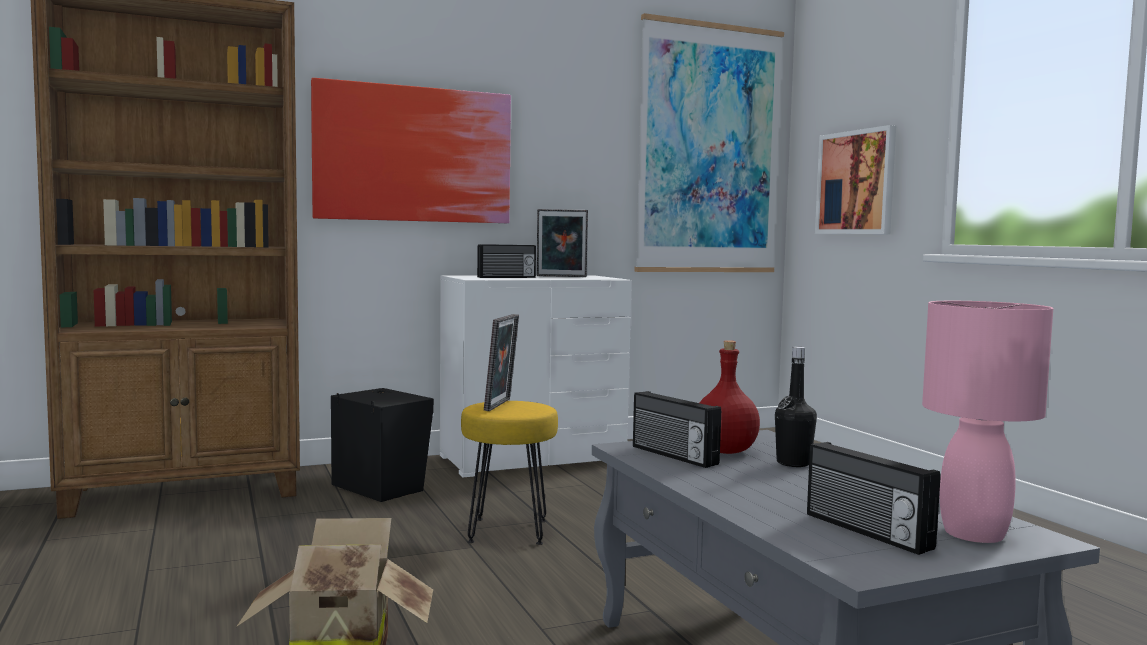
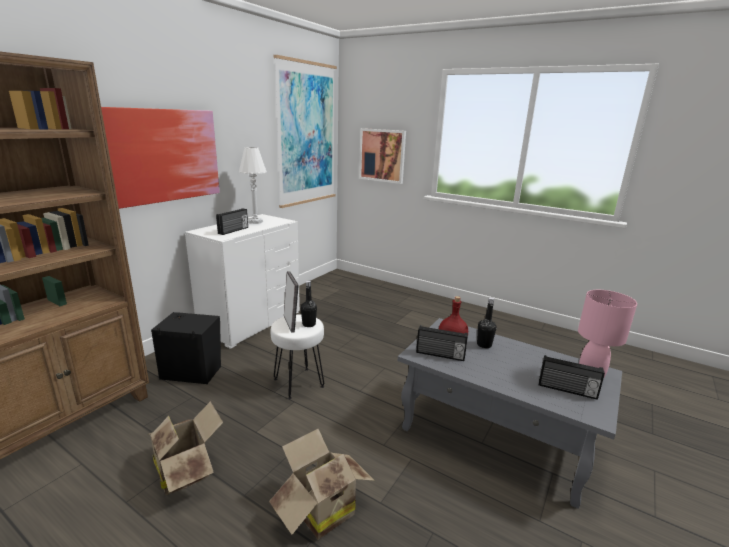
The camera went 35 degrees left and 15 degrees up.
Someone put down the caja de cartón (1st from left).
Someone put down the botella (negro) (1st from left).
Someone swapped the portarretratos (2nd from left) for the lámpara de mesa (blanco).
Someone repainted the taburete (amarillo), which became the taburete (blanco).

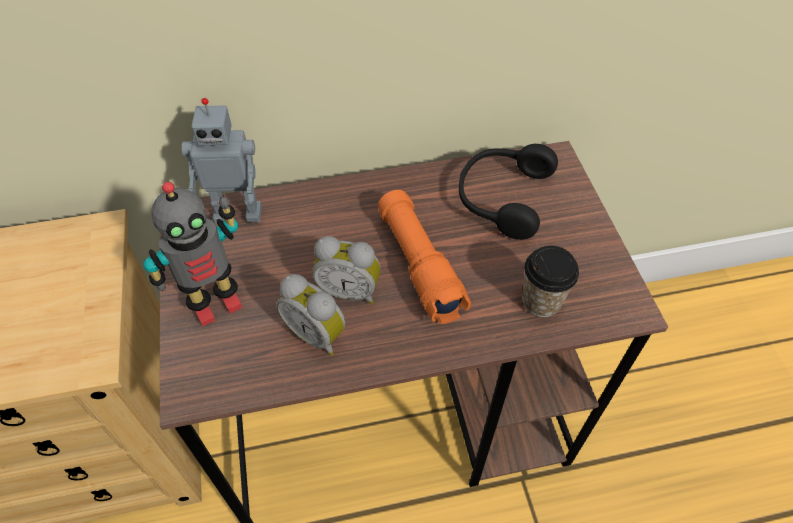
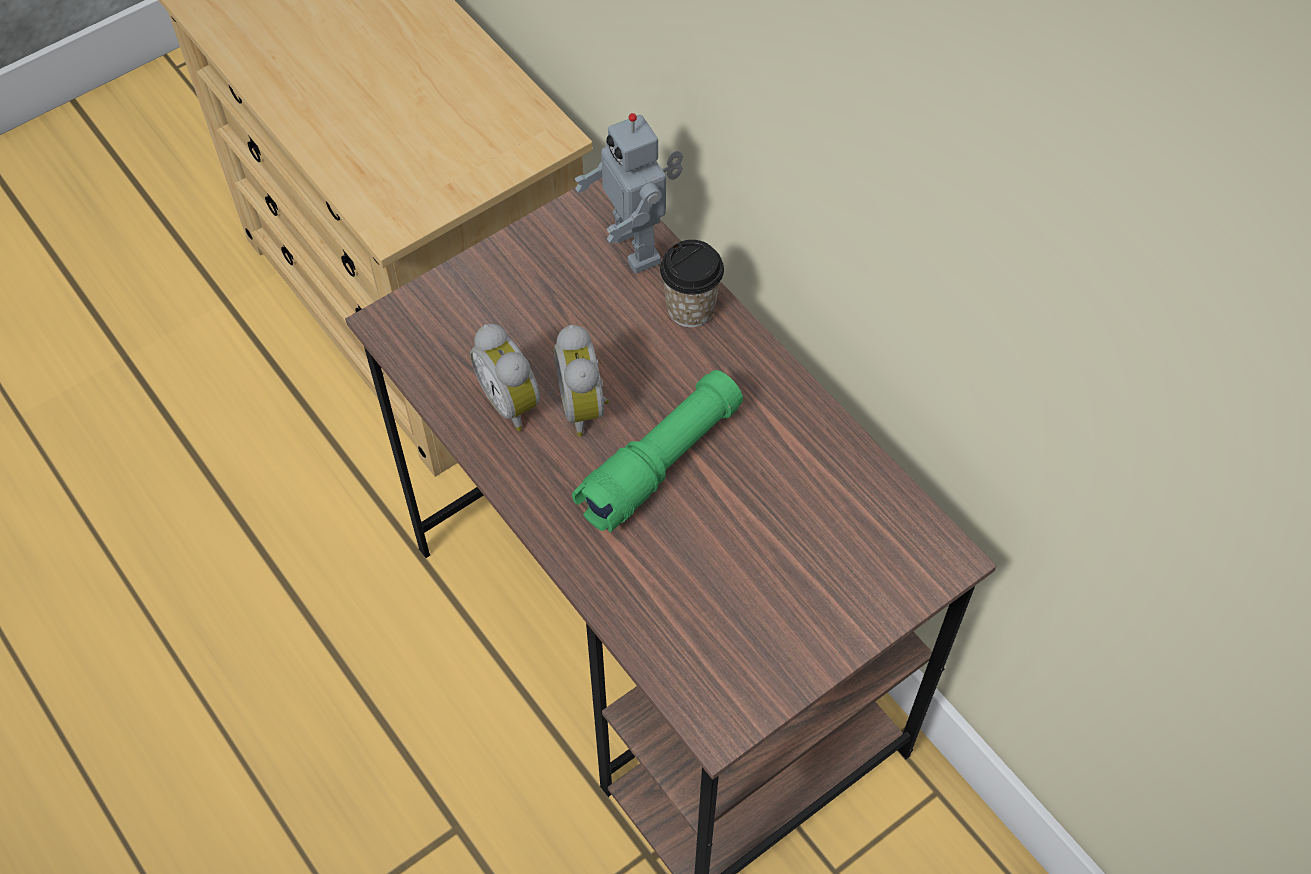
The camera went 65 degrees right and 5 degrees up.
Someone took away the robot de juguete (1st from left).
Someone took away the auriculares (negro).
Someone carried the taza.
Someone repainted the linterna (naranja), which became the linterna (verde).
Someone rotated the despertador (1st from left) by 45 degrees counterclockwise.

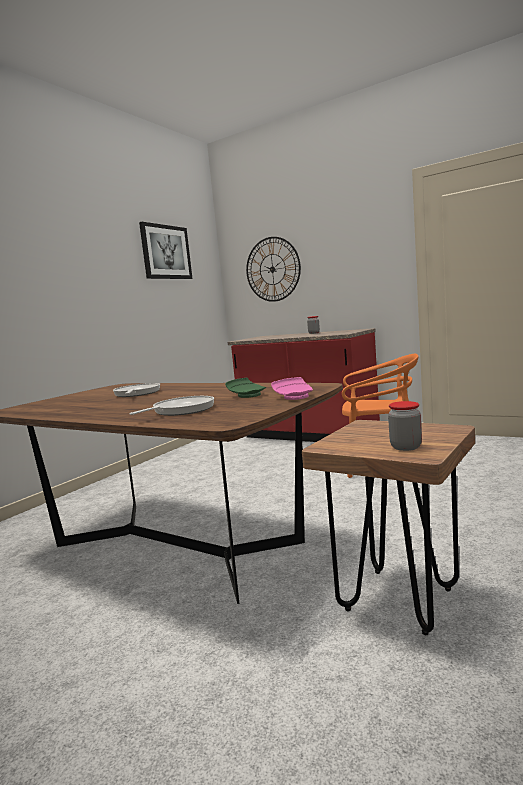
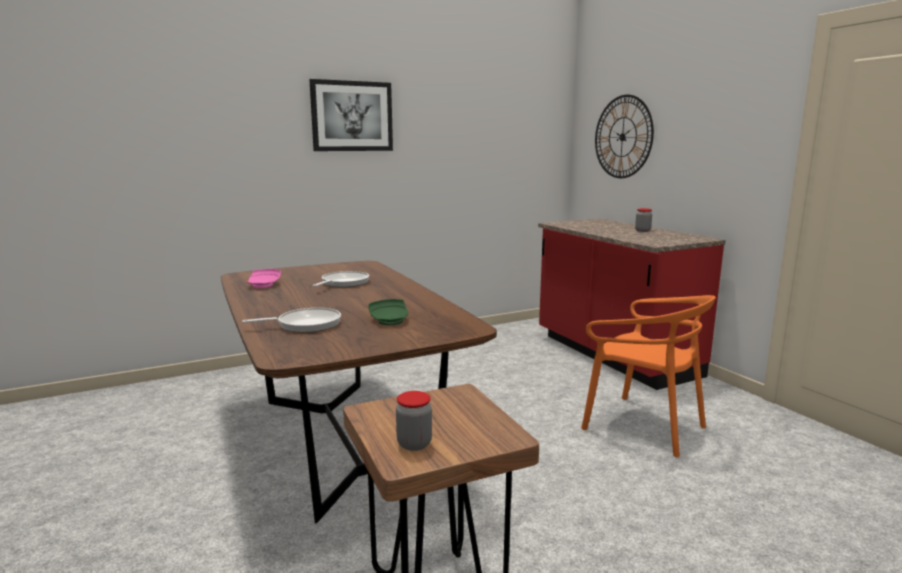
The camera went 30 degrees right and 5 degrees up.
Someone carried the cuadro.
Someone carried the plato (rosa).

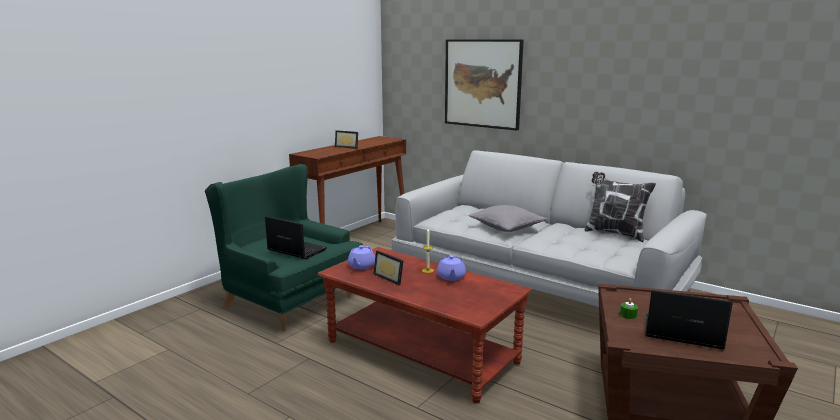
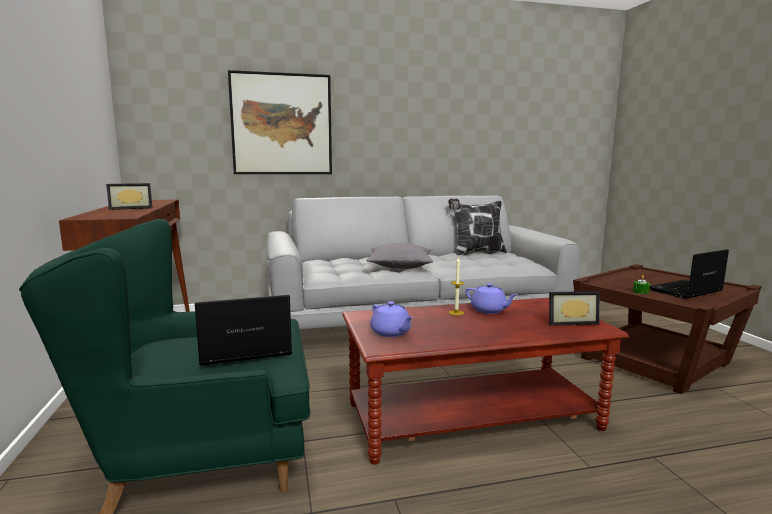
The camera went 50 degrees left and 5 degrees down.
Someone carried the portarretratos (2nd from left).

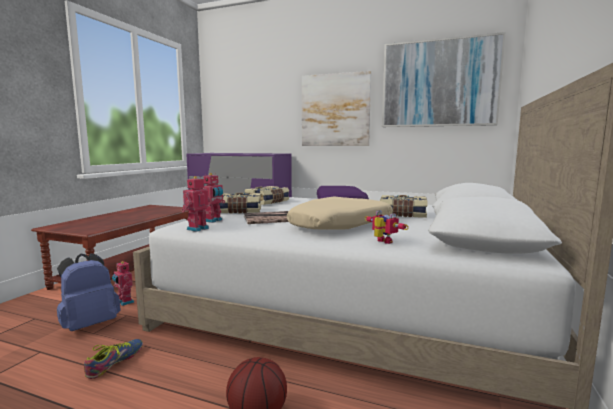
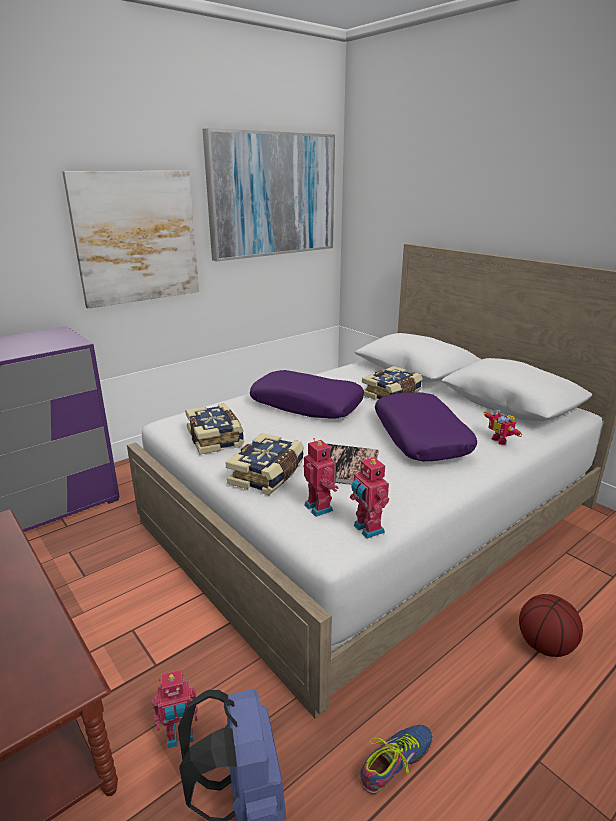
The camera went 60 degrees left and 15 degrees up.
Someone repainted the cojín (beis), which became the cojín (morado) (2nd from left).
Someone rotated the zapato by 90 degrees clockwise.
Someone rotated the robot de juguete (4th from left) by 105 degrees counterclockwise.

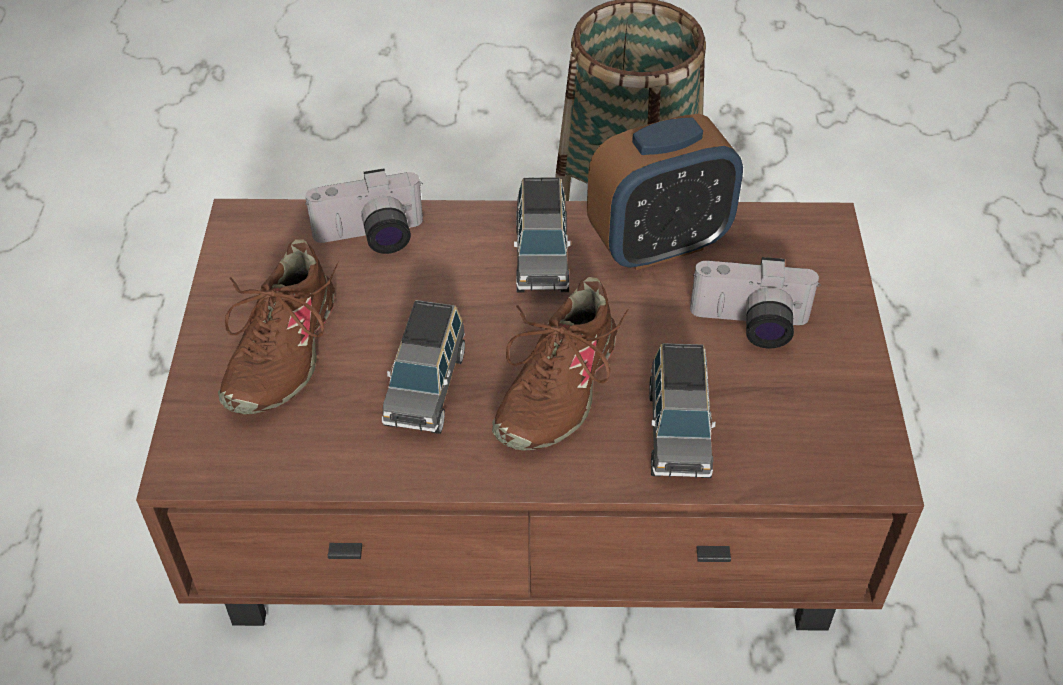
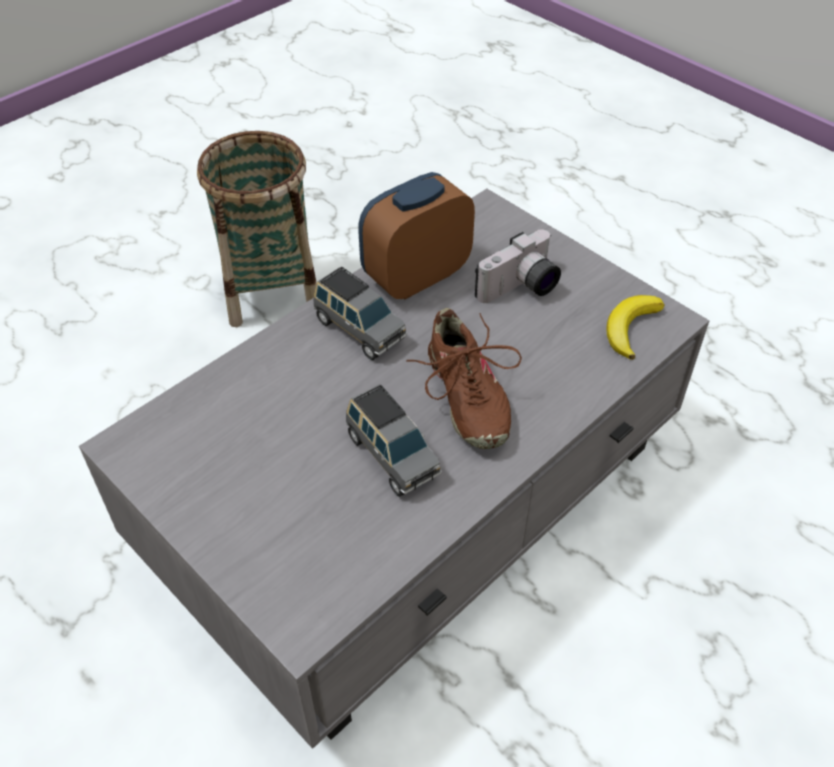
The camera went 45 degrees left and 0 degrees up.
Someone took away the zapato (marrón) (1st from left).
Someone took away the cámara (1st from left).
Someone took away the coche de juguete (gris) (3rd from left).
Someone put down the plátano.
Someone repainted the mesa de centro (marrón), which became the mesa de centro (gris).
Someone rotated the despertador by 150 degrees counterclockwise.

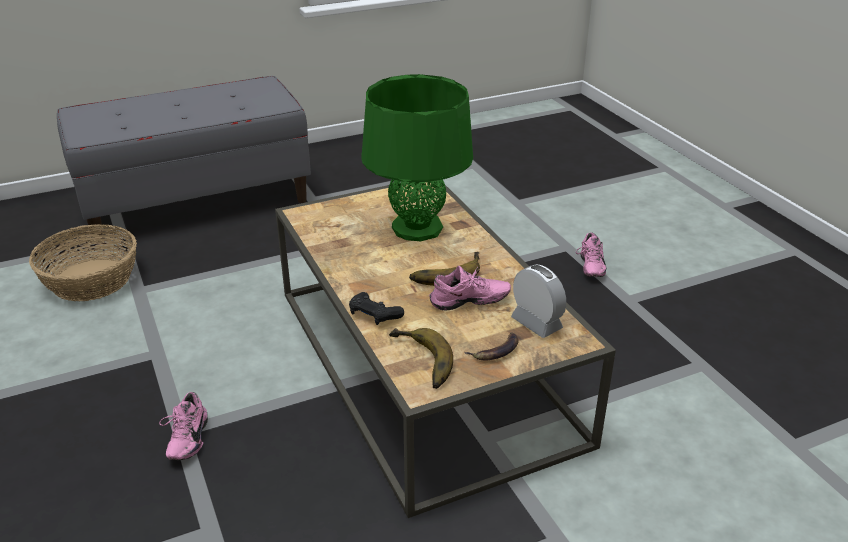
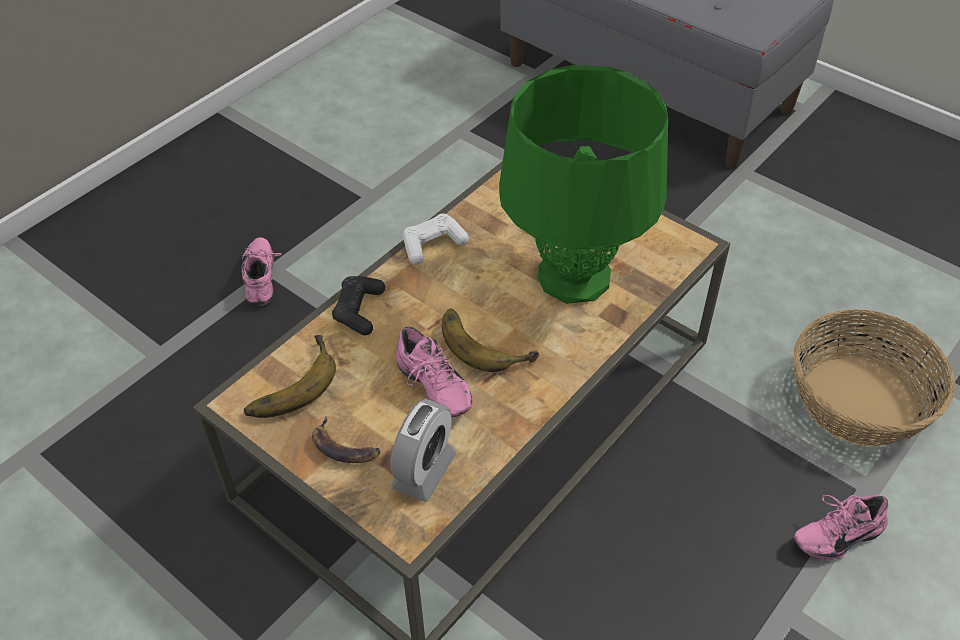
The camera went 65 degrees right and 15 degrees up.
Someone put down the mando de consola (blanco).
Someone carried the cesta.
Someone rotated the zapato (rosa) (1st from left) by 105 degrees clockwise.

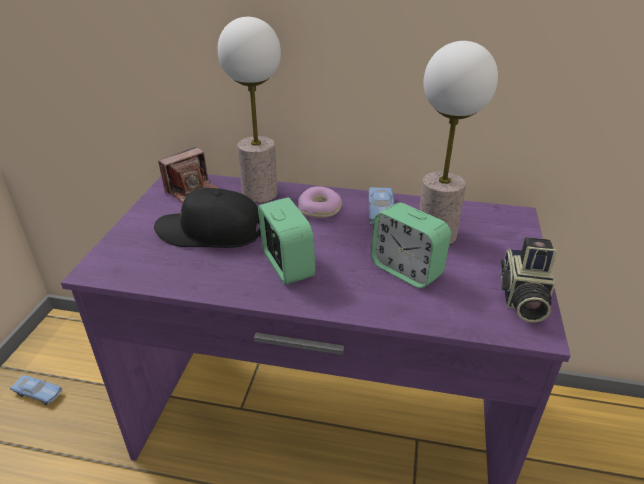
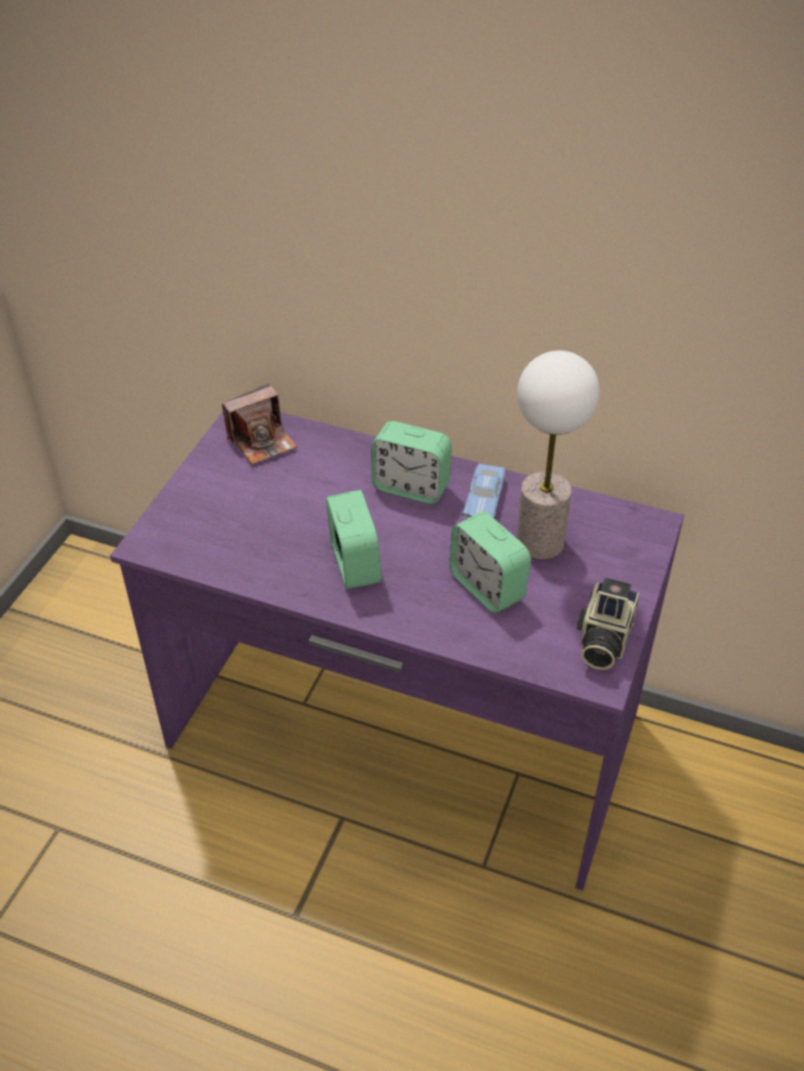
The camera went 10 degrees right and 10 degrees up.
Someone took away the coche de juguete (azul) (1st from left).
Someone took away the gorra (negro).
Someone took away the lámpara de mesa (1st from left).
Someone swapped the rosquilla for the despertador (2nd from left).

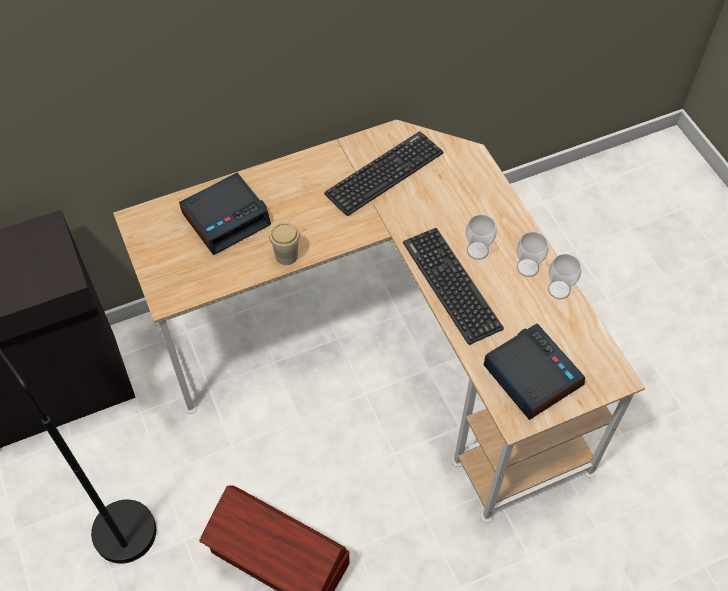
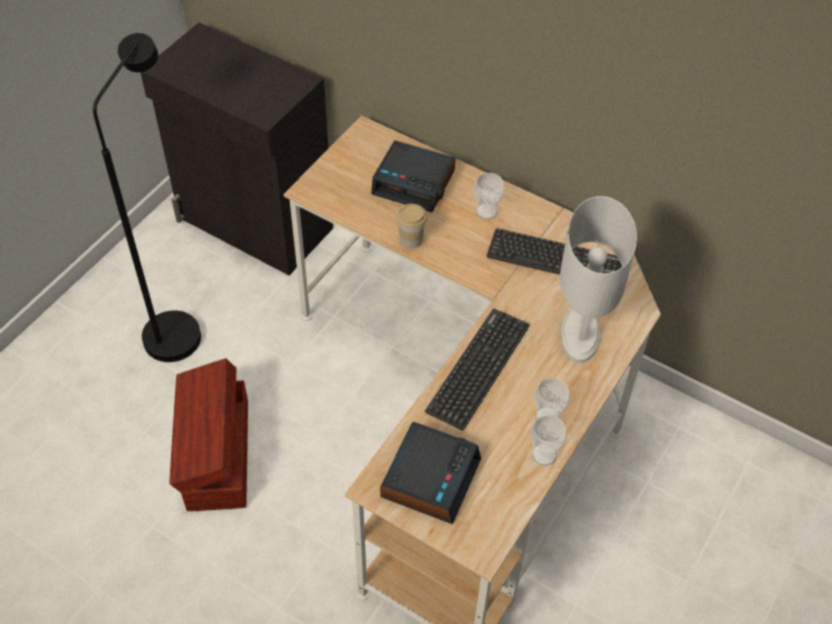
The camera went 55 degrees right and 5 degrees down.
Someone put down the lámpara de mesa (blanco).
Someone carried the taza (2nd from left).

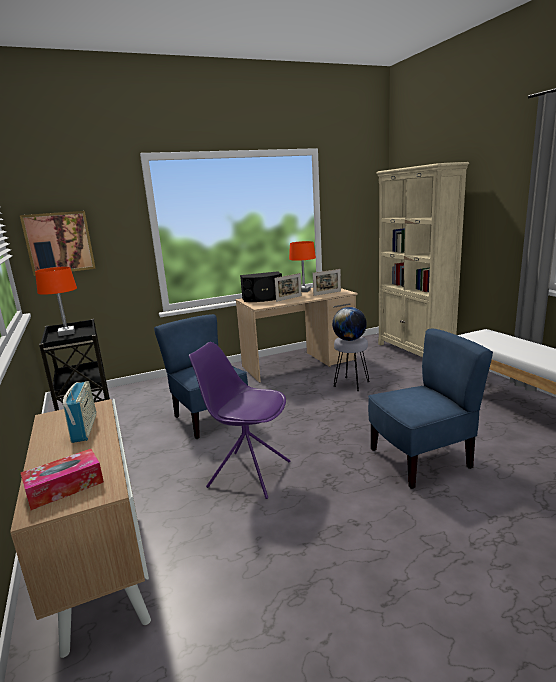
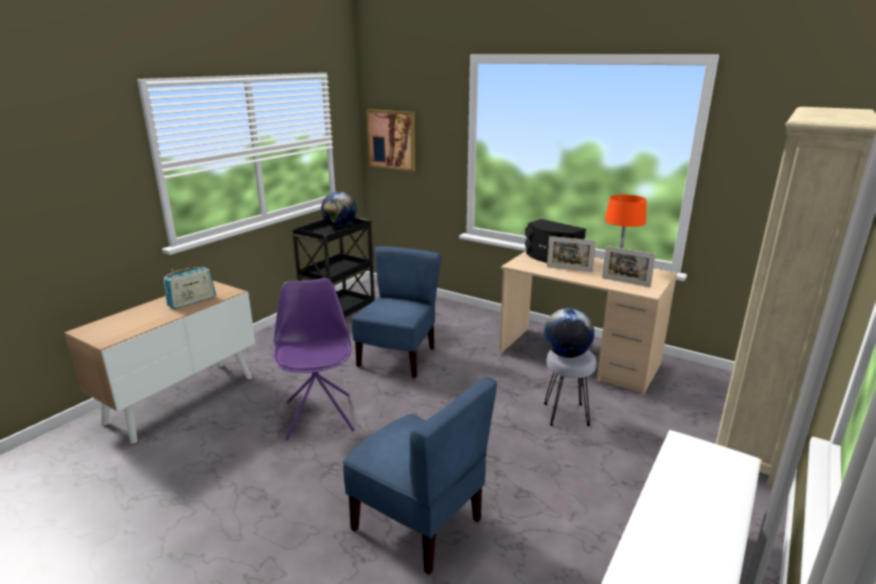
The camera went 55 degrees right and 5 degrees up.
Someone took away the caja de pañuelos.
Someone swapped the lámpara de mesa (naranja) (1st from left) for the globo terráqueo (1st from left).

